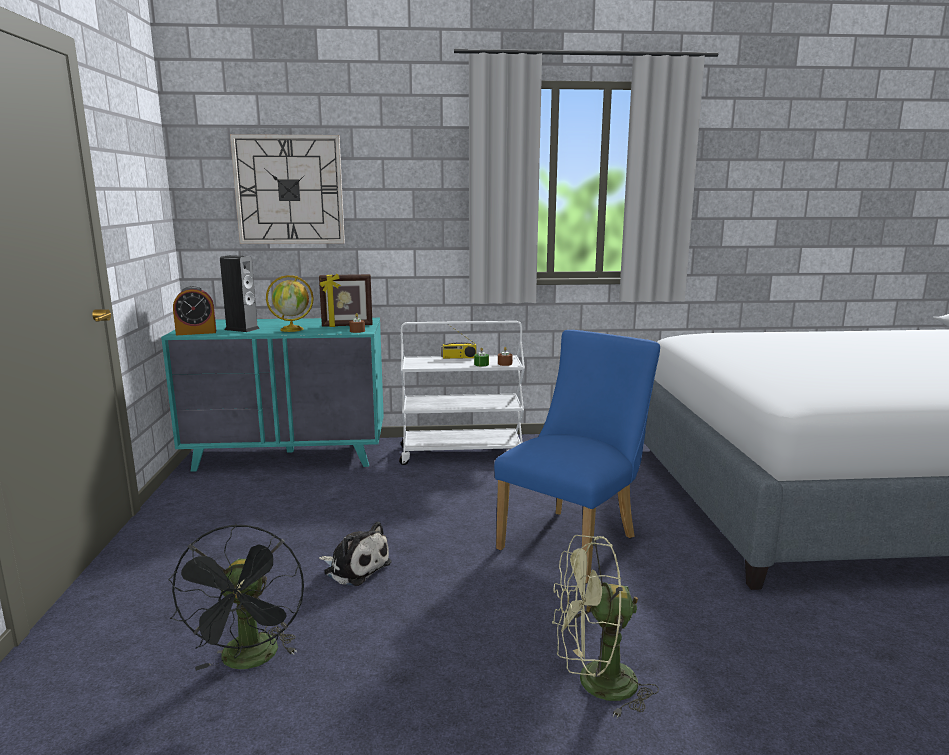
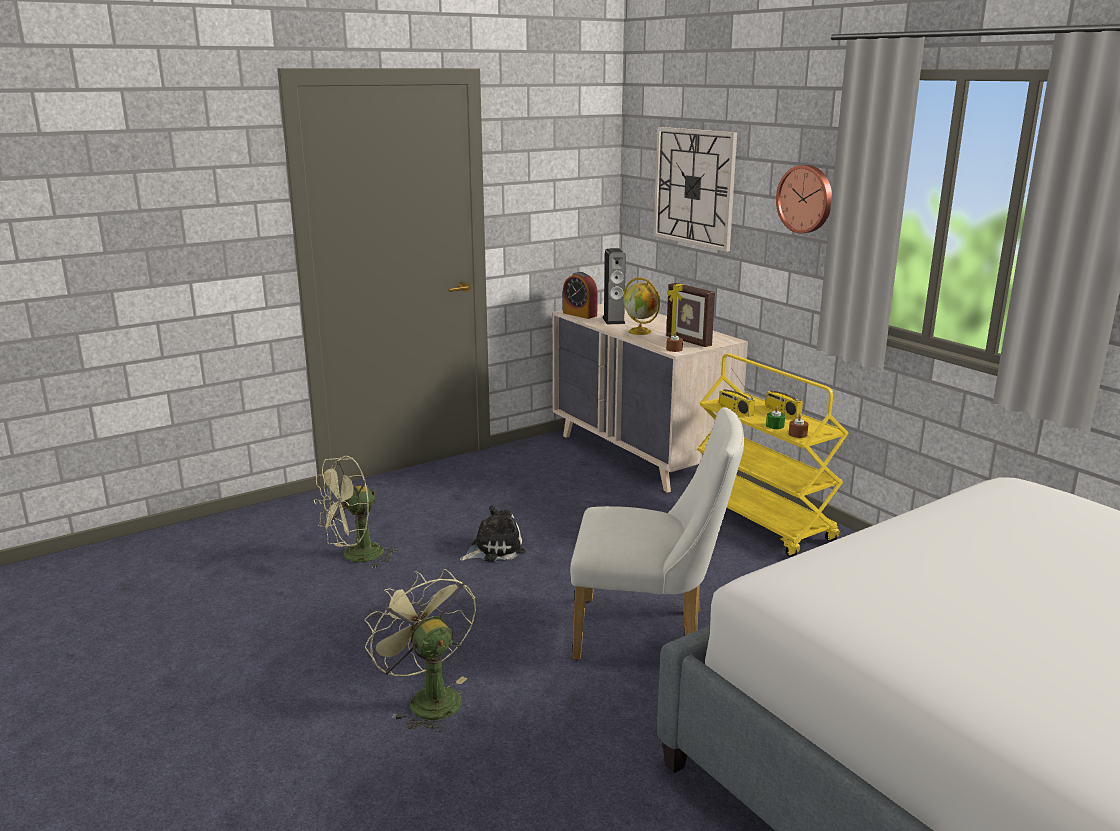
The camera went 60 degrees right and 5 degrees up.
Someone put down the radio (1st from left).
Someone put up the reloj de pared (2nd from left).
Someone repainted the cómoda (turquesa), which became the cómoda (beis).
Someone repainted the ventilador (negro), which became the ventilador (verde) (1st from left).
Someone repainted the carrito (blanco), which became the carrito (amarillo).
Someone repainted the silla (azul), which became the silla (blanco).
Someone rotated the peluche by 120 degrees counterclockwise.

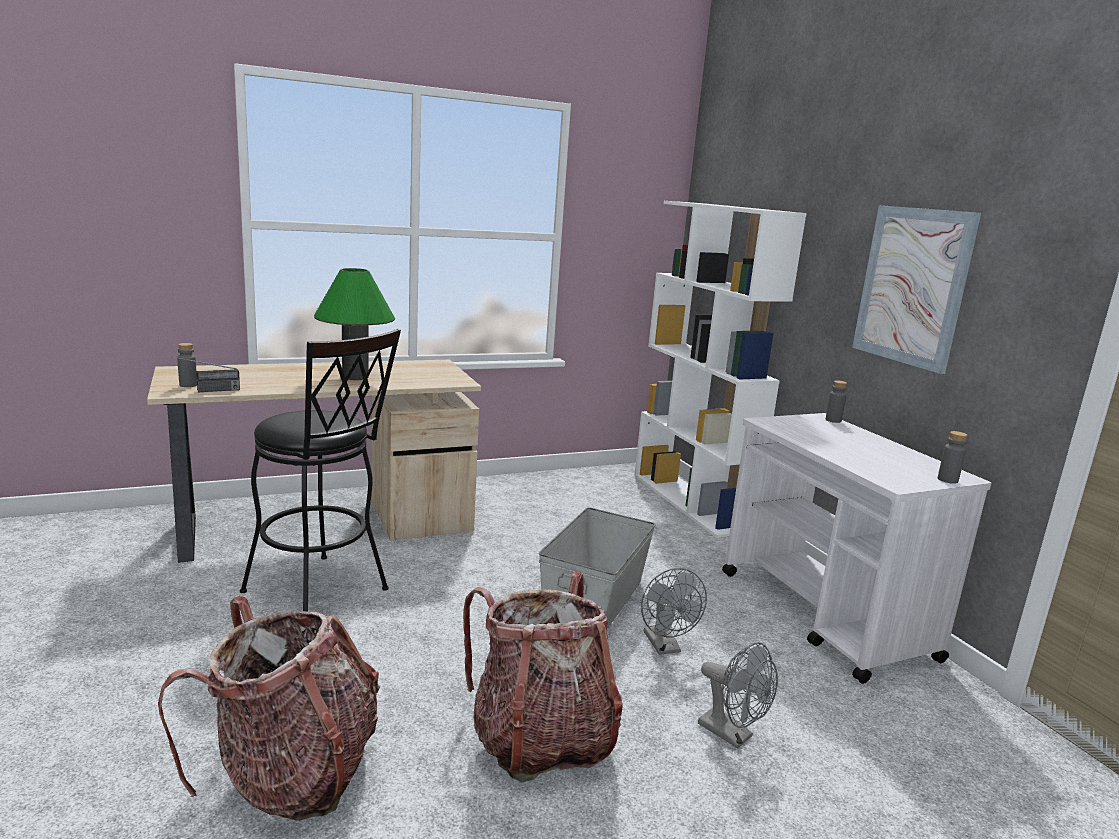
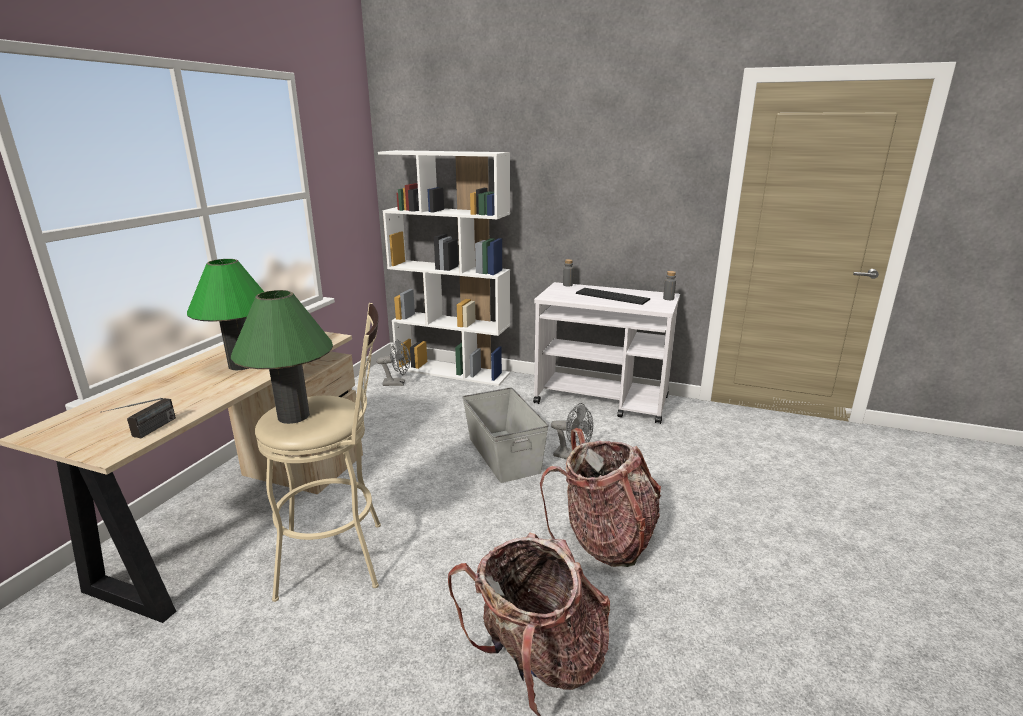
The camera went 45 degrees left and 5 degrees up.
Someone took away the botella (gris) (1st from left).
Someone took away the cuadro.
Someone put down the lámpara de mesa (verde) (2nd from left).
Someone put down the teclado.
Someone carried the ventilador (gris) (2nd from left in the first image).
Someone repainted the taburete (negro), which became the taburete (beis).

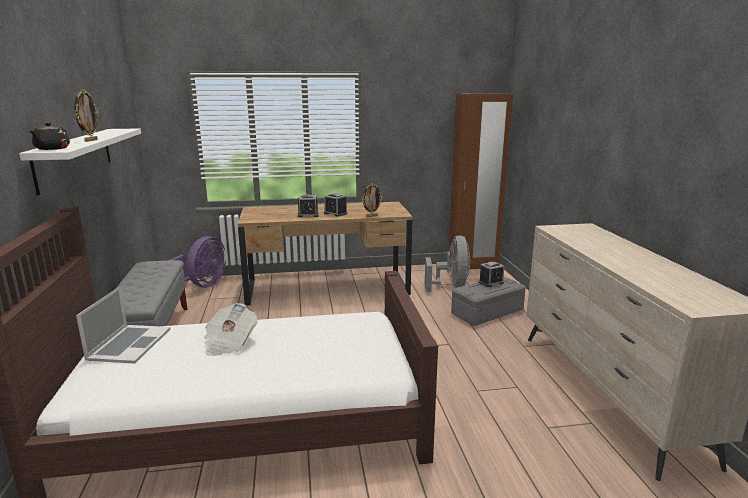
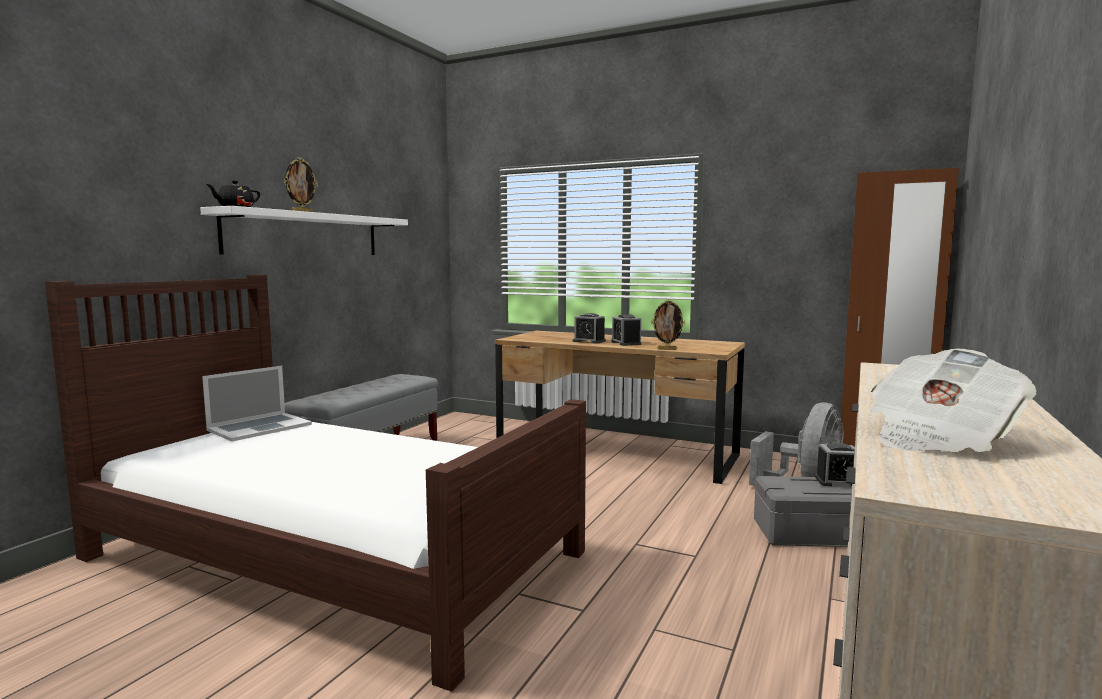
The camera went 35 degrees right and 10 degrees down.
Someone took away the ventilador (morado).
Someone carried the periódico.

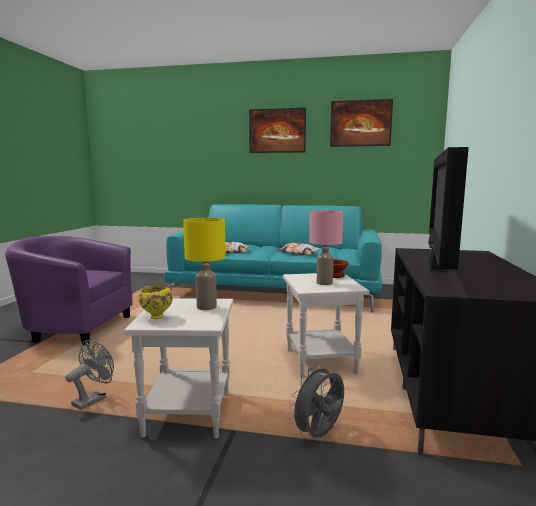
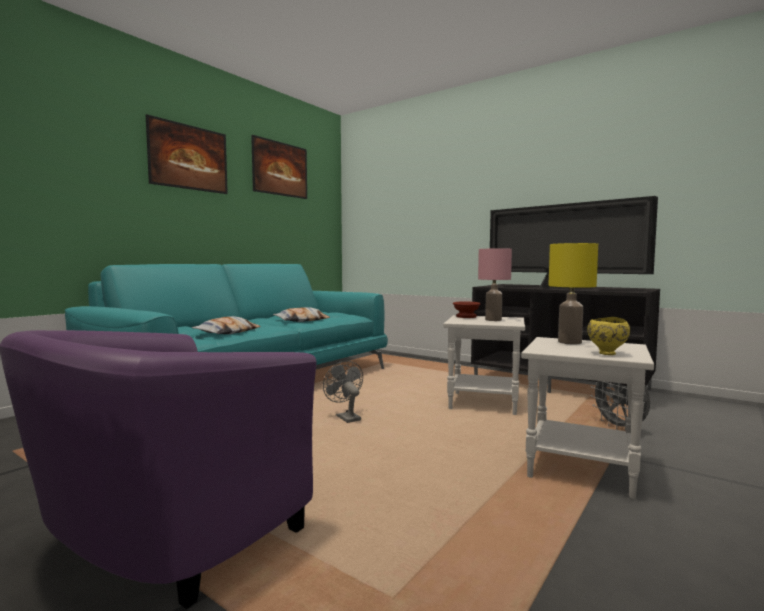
The camera went 65 degrees left and 5 degrees down.
Someone carried the ventilador (gris) (1st from left).

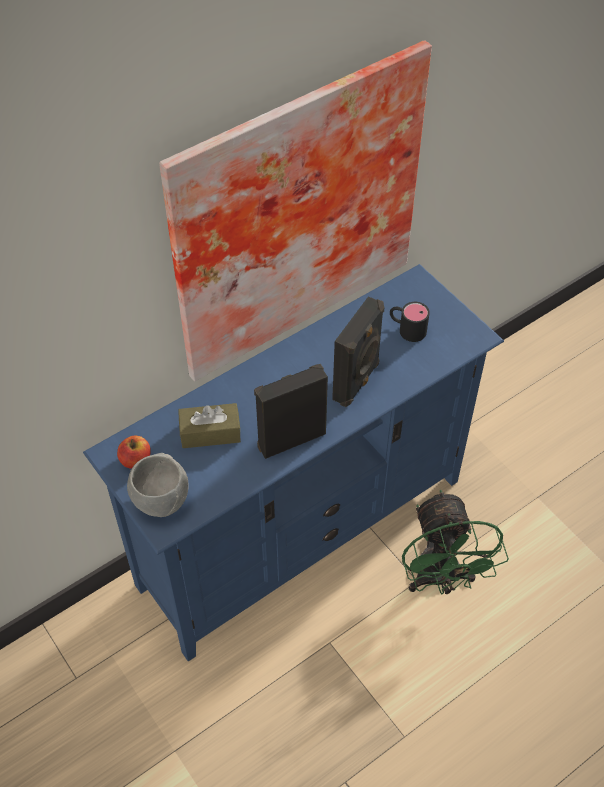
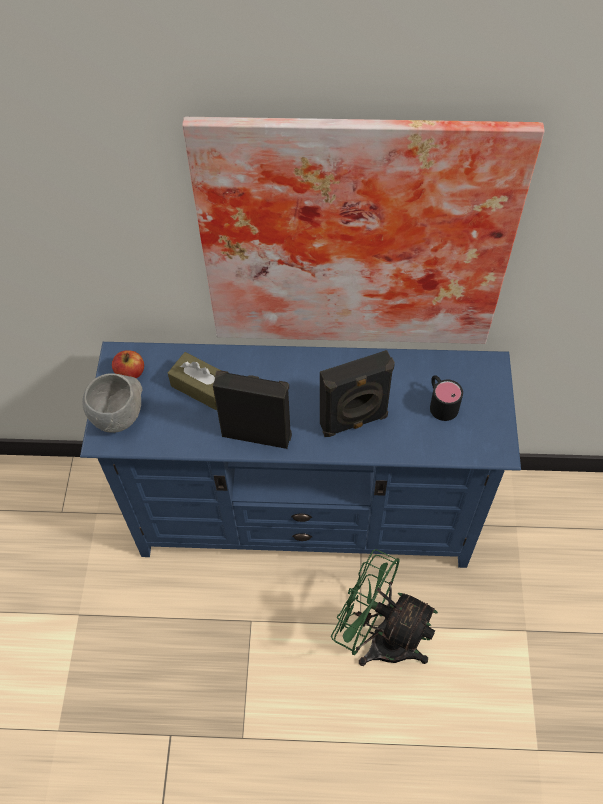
The camera went 40 degrees right and 5 degrees up.
Someone rotated the ventilador (verde) by 90 degrees clockwise.

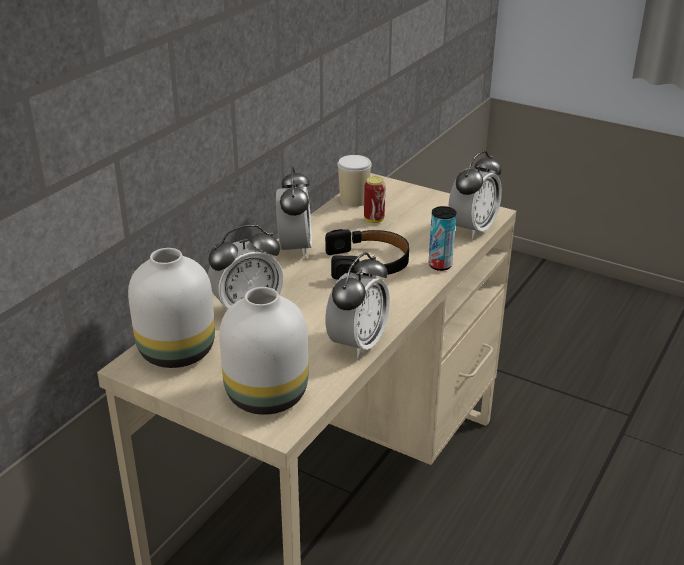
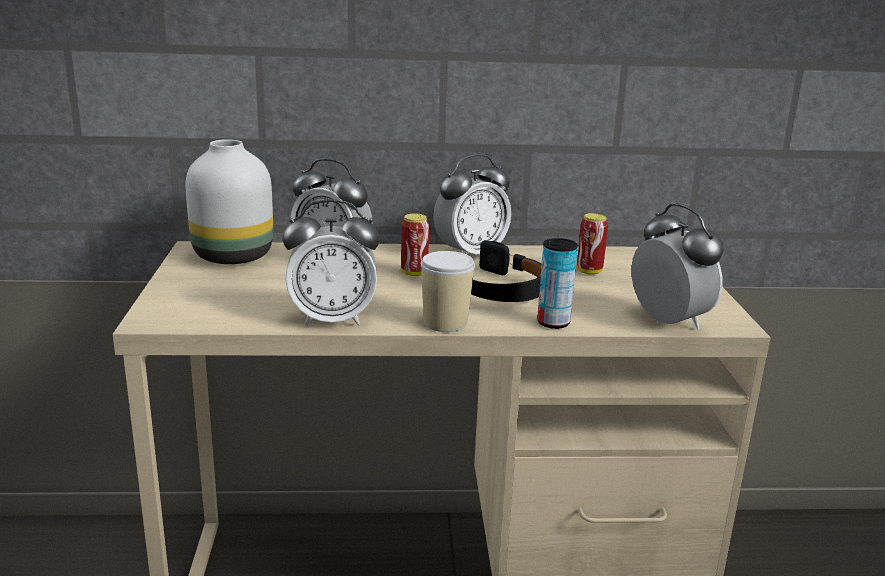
The camera went 55 degrees right and 10 degrees down.
Someone took away the florero (blanco) (2nd from left).
Someone put down the lata (1st from left).
Someone carried the taza.
Someone rotated the despertador (4th from left) by 120 degrees counterclockwise.

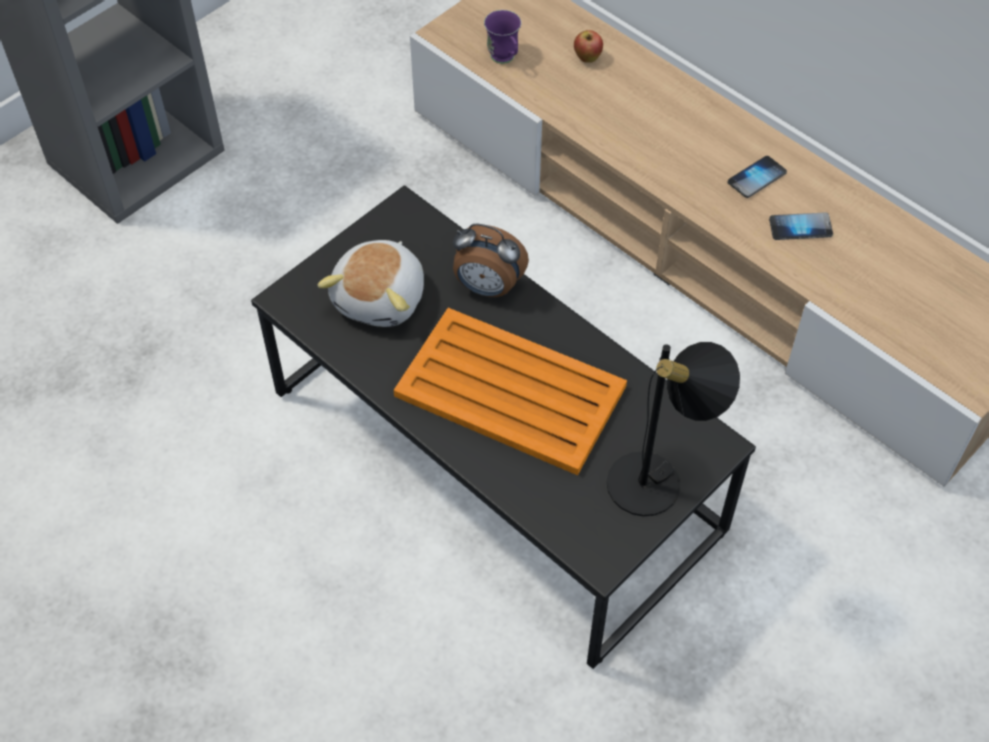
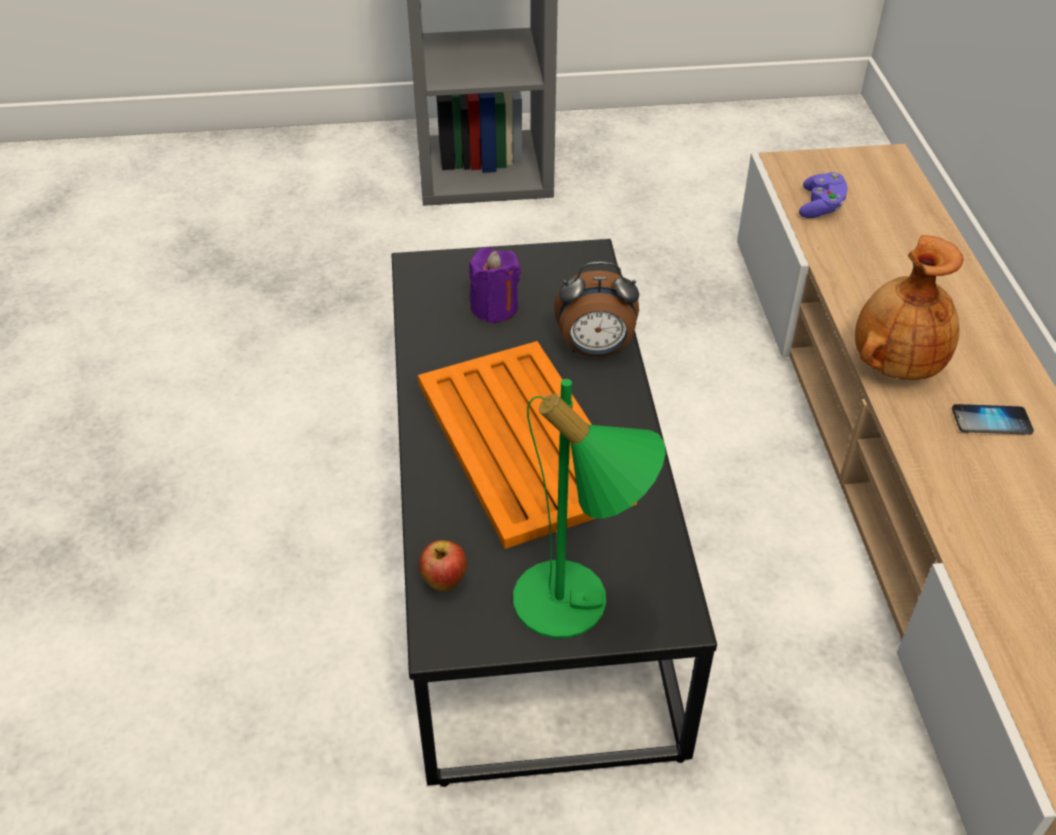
The camera went 40 degrees right and 10 degrees down.
Someone took away the móvil (2nd from left).
Someone put down the florero (marrón).
Someone carried the manzana.
Someone swapped the peluche for the vela (morado).
Someone swapped the taza grande (morado) for the mando de consola (morado).
Someone repainted the lámpara de mesa (negro), which became the lámpara de mesa (verde).
Someone rotated the despertador by 60 degrees counterclockwise.

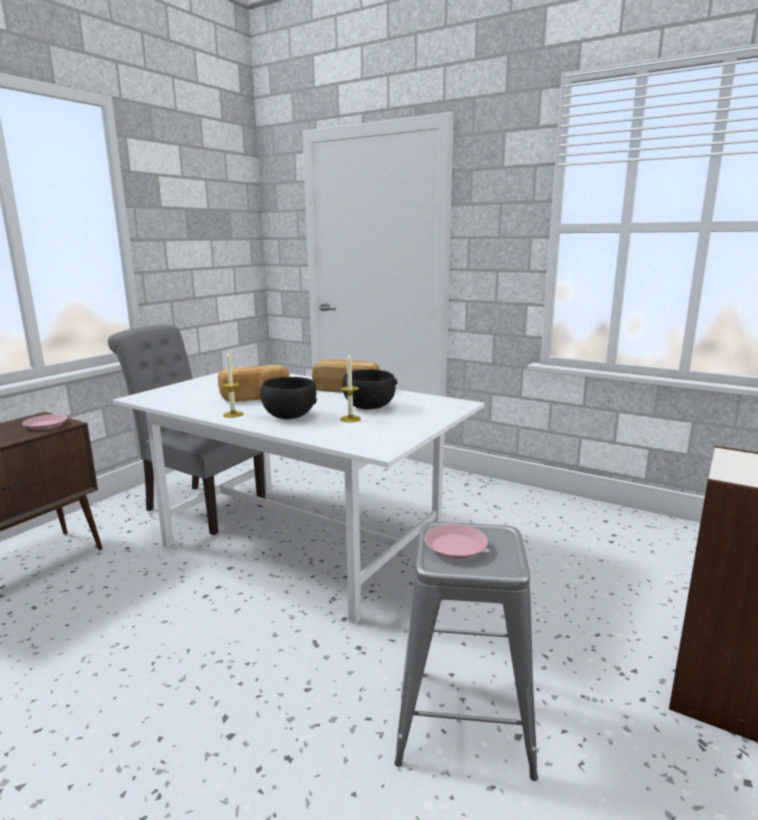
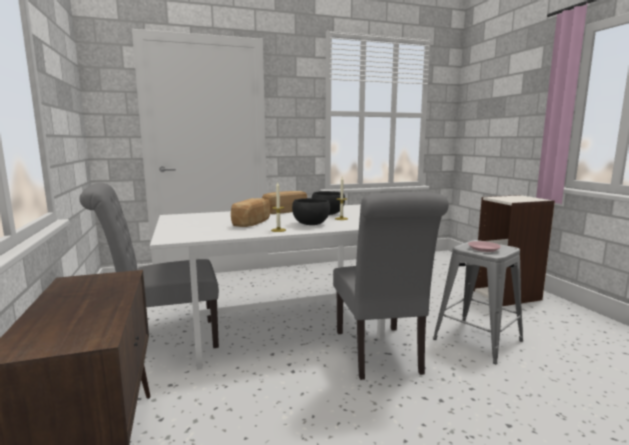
The camera went 50 degrees left and 5 degrees down.
Someone took away the plato (rosa) (1st from left).
Someone put down the silla (gris) (2nd from left).

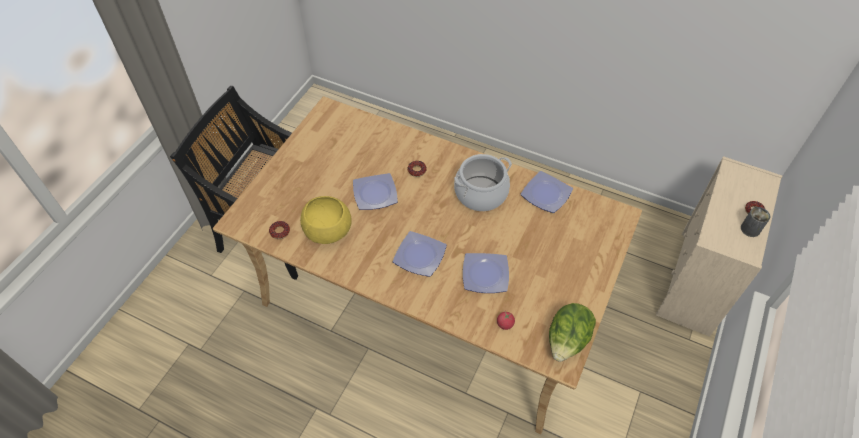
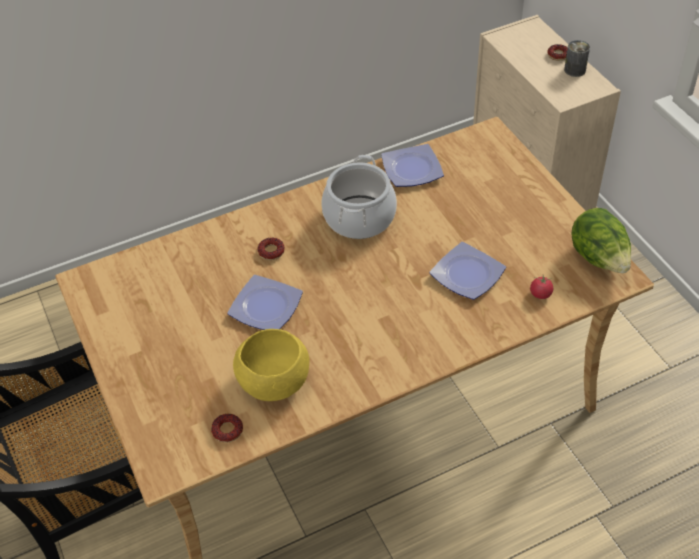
The camera went 50 degrees left and 5 degrees down.
Someone took away the plato (2nd from left).

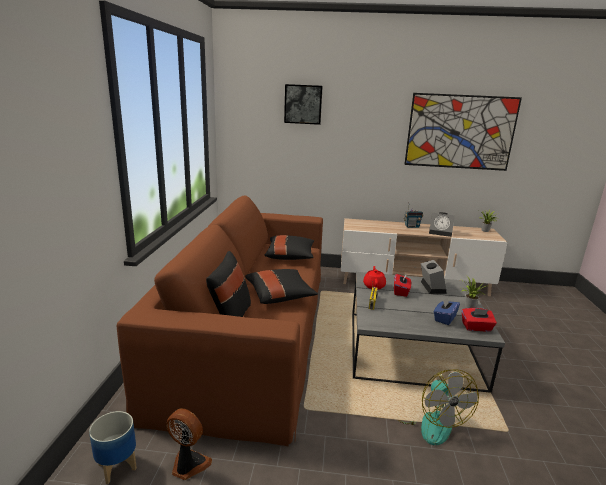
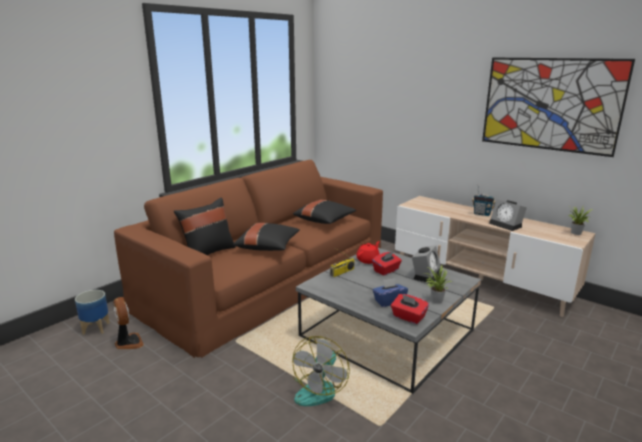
The camera went 35 degrees right and 0 degrees up.
Someone took away the cuadro (1st from left).

